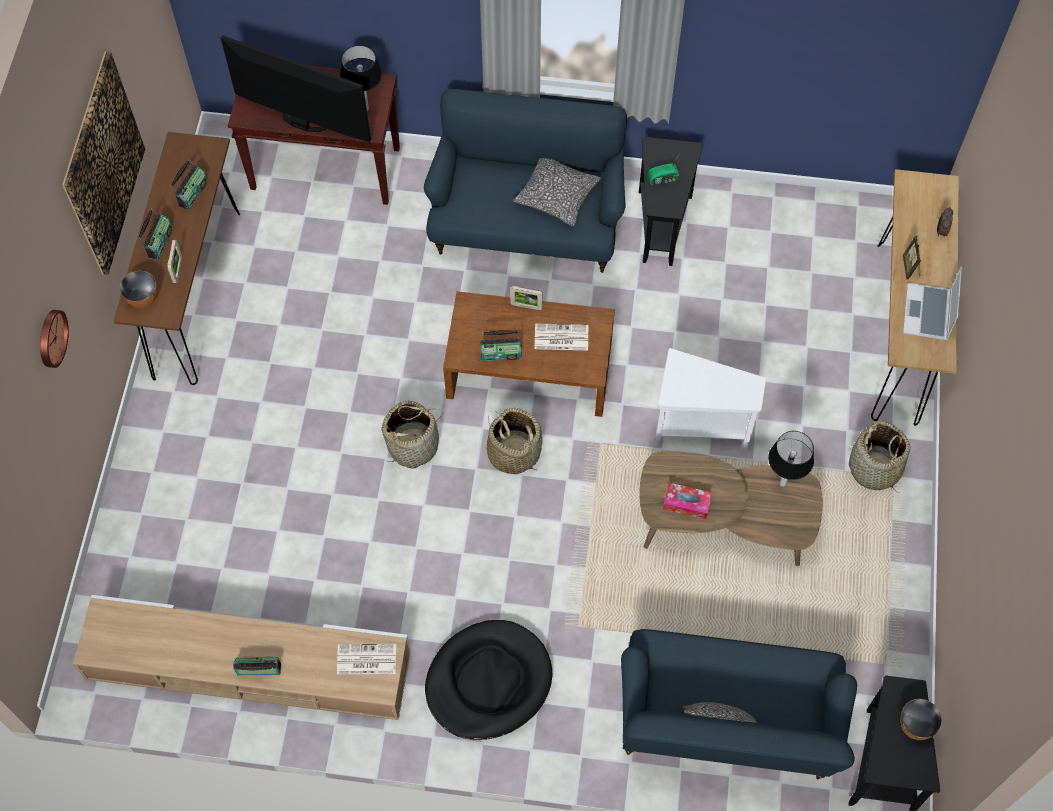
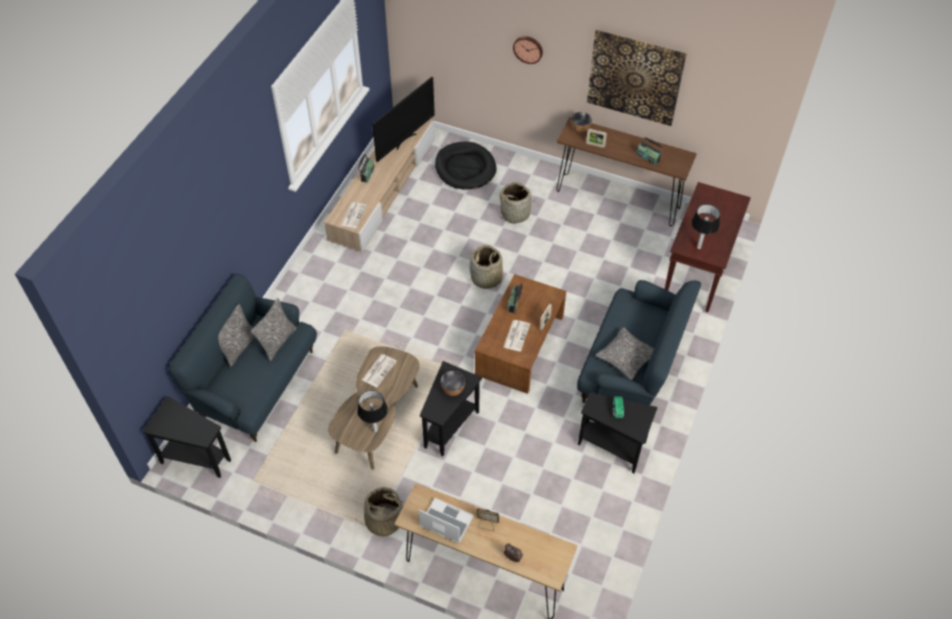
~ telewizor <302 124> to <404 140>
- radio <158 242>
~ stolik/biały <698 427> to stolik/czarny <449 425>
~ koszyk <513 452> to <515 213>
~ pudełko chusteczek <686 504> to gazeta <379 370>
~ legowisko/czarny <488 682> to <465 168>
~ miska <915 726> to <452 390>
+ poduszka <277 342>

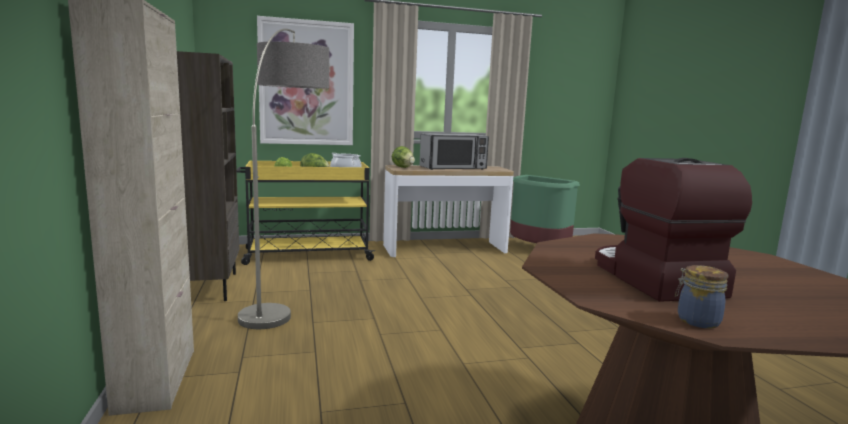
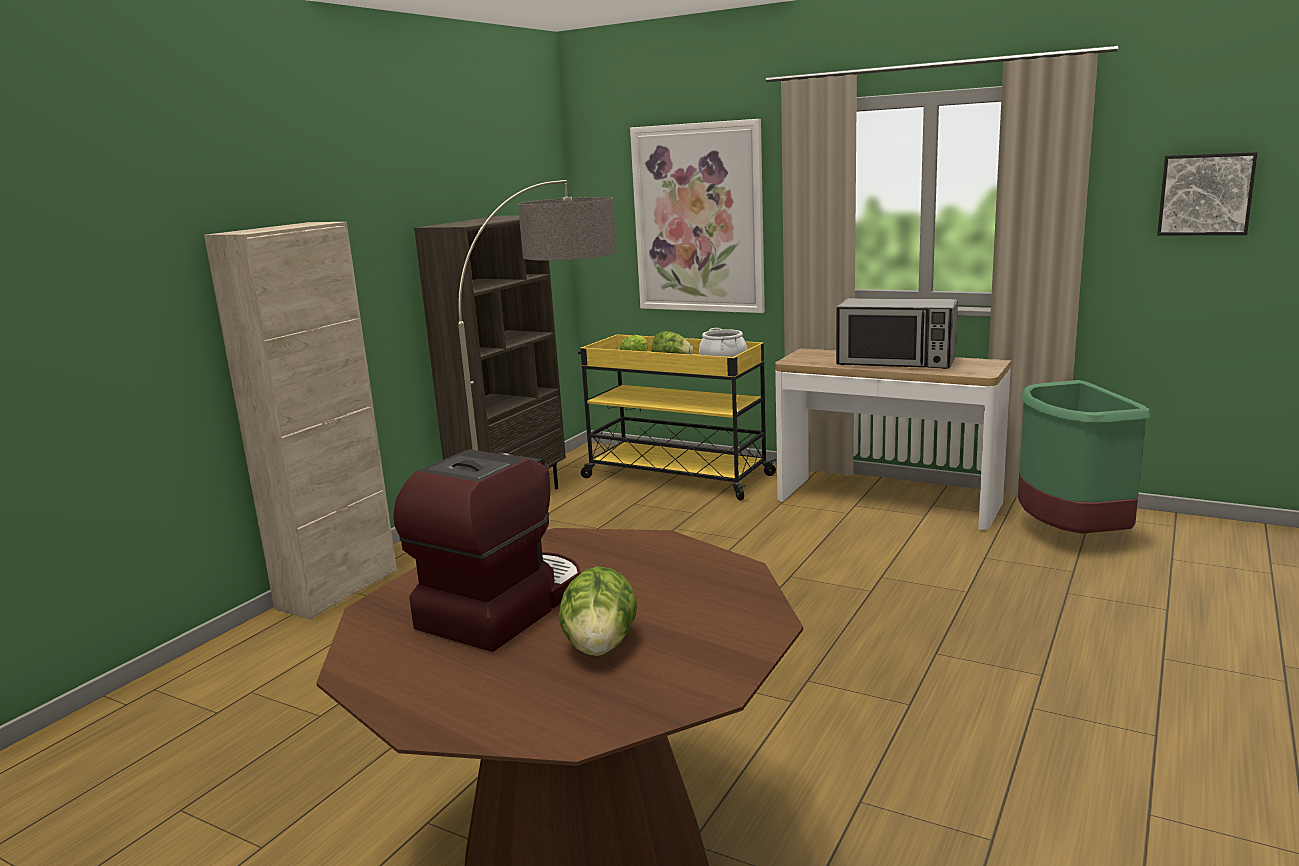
~ sałata <403 167> to <601 646>
- słoik <696 320>
+ obraz <1205 194>

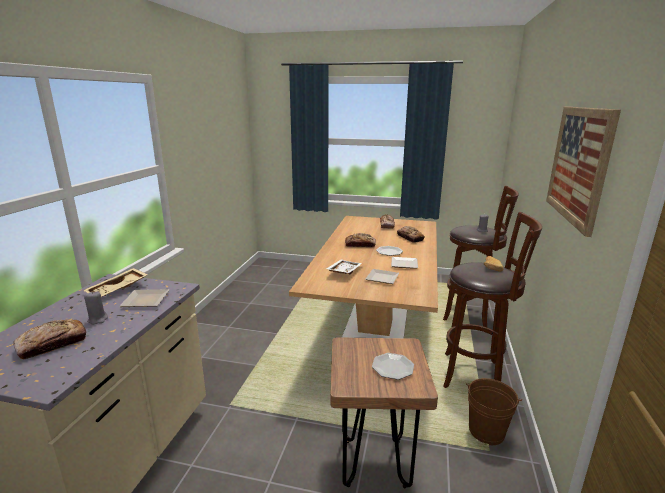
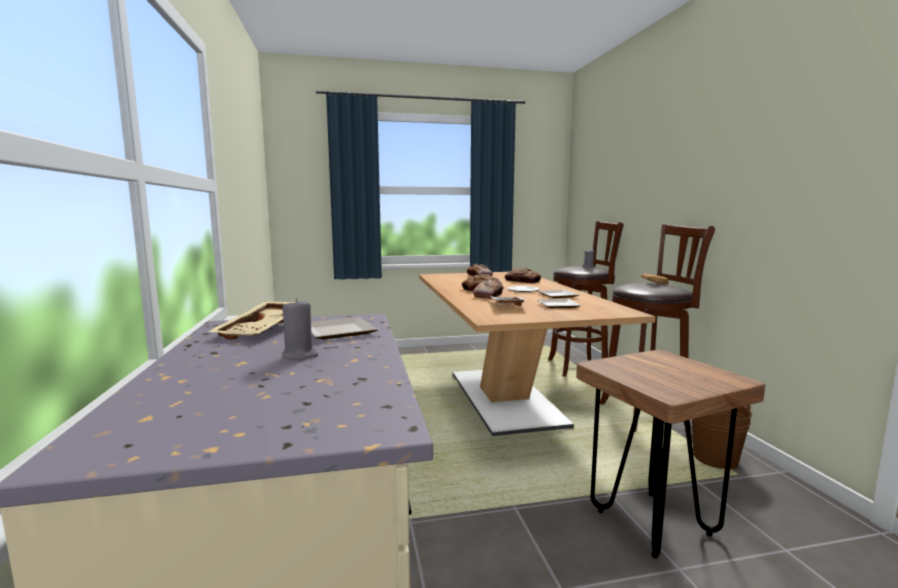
- obraz <578 164>
~ chleb <52 344> to <488 295>
- talerz <392 367>

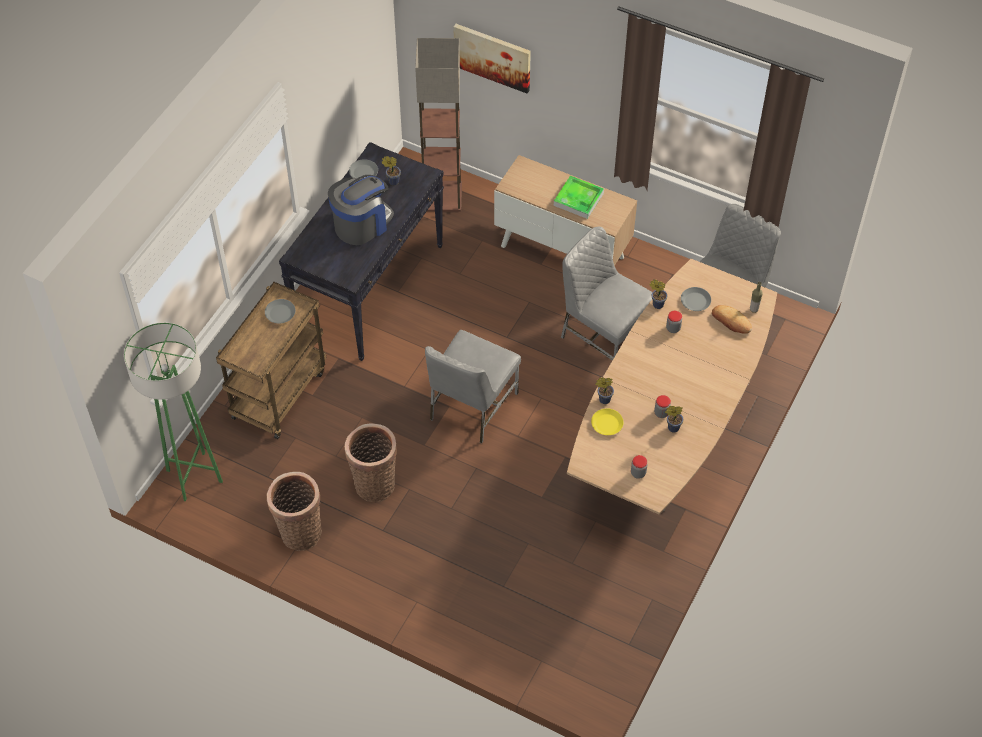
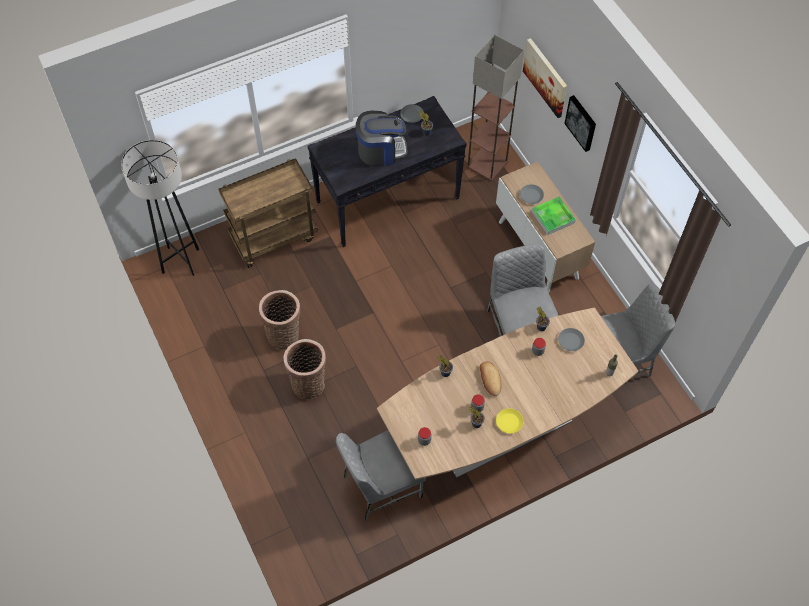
~ talerz/szary <280 313> to <531 195>
~ chleb <731 321> to <490 379>
~ lampa stojąca/zielony <194 476> to lampa stojąca/szary <180 261>
~ krzesło/szary <471 406> to <380 486>
~ talerz/żółty <607 424> to <509 422>
~ koszyk <299 531> to <308 383>
+ obraz <581 122>

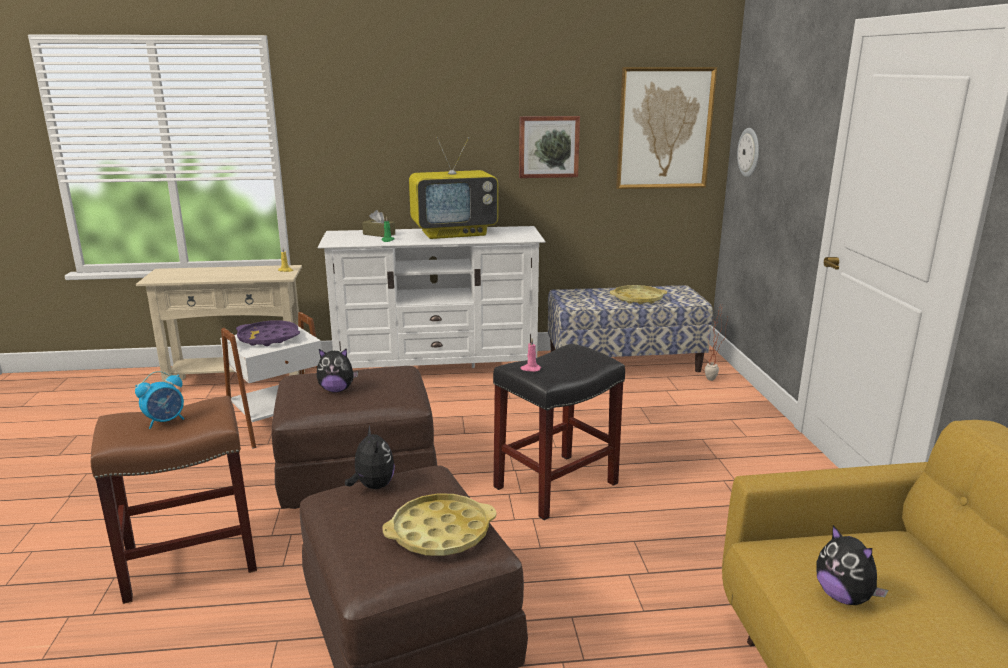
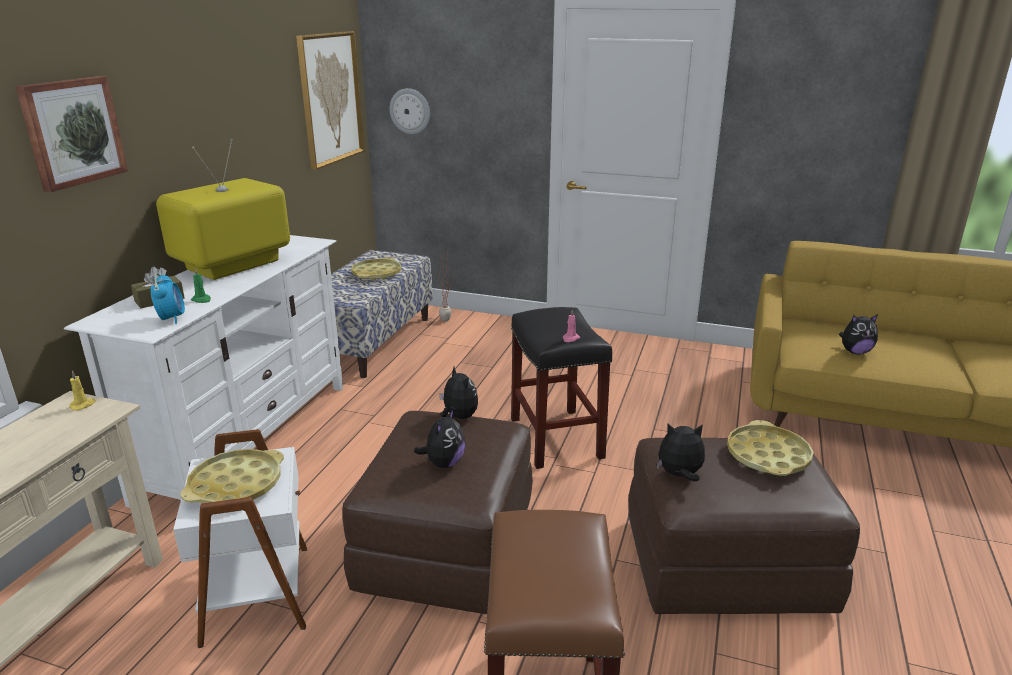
~ obraz <548 146> to <72 132>
~ telewizor <454 233> = <233 266> 150 degrees counterclockwise
~ taca/fioletowy <268 338> to taca/żółty <236 485>
~ budzik <166 421> to <172 318>
+ pluszak <458 417>

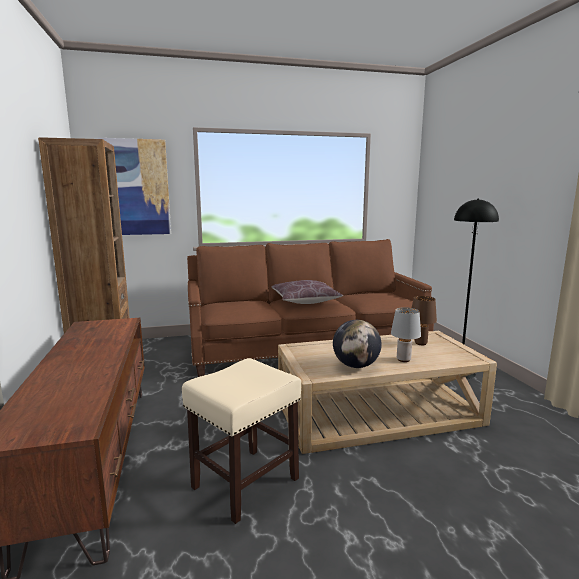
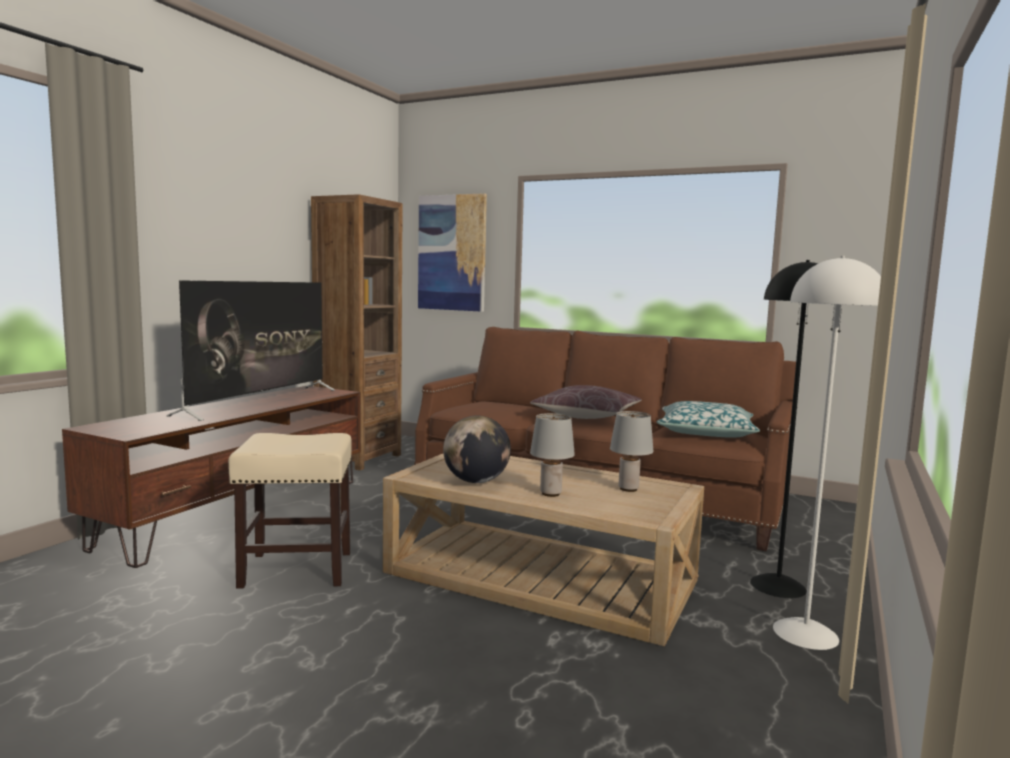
~ lampa stołowa/brązowy <420 343> to lampa stołowa/szary <628 488>
+ lampa stojąca/biały <806 633>
+ telewizor <260 401>
+ poduszka <706 432>

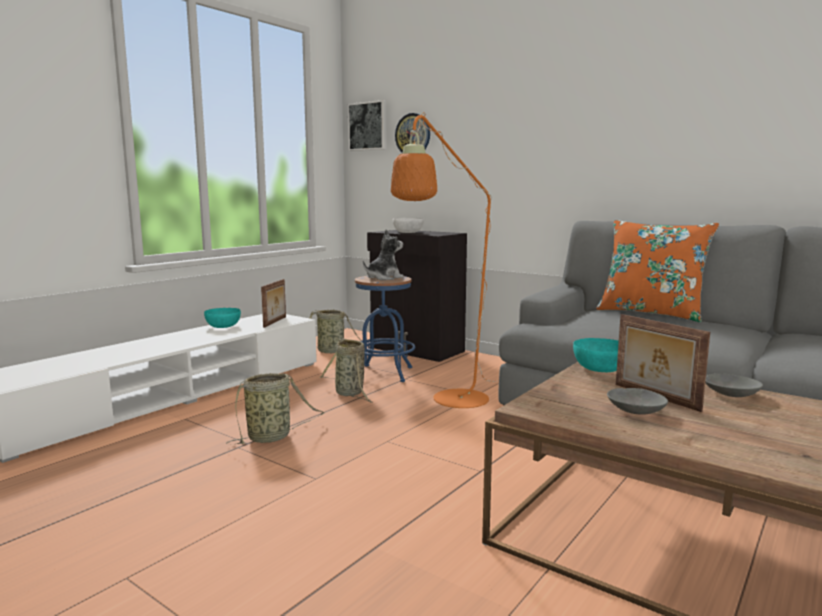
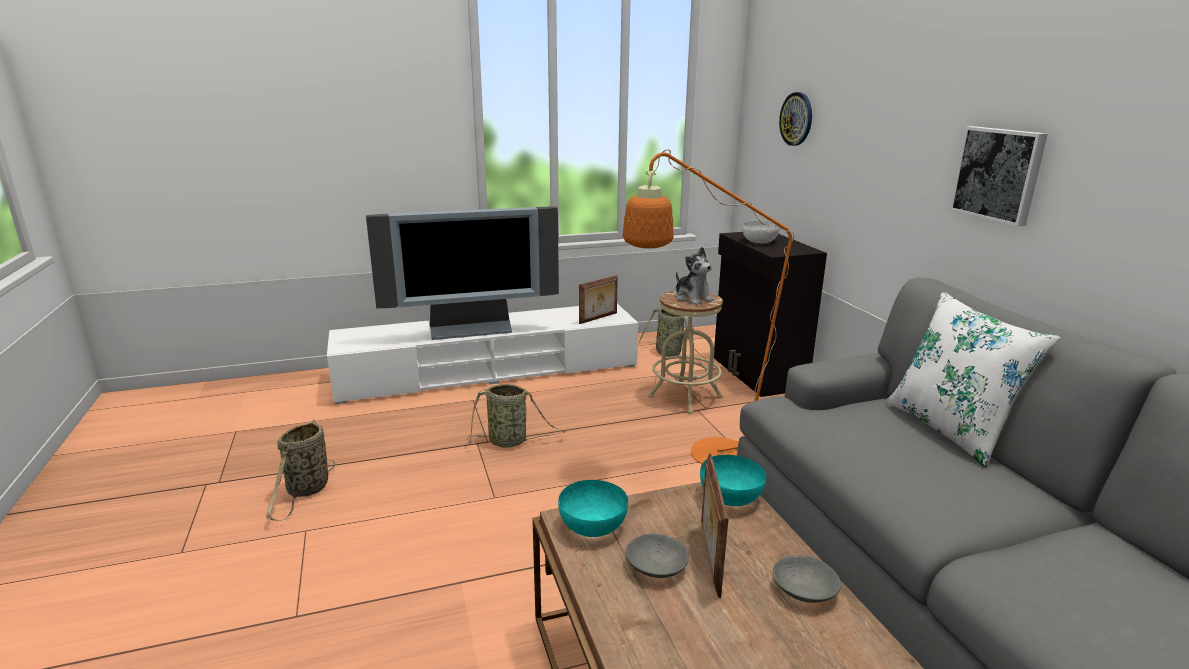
~ obraz <368 126> to <998 174>
~ poduszka/pomarańczowy <651 313> to poduszka/biały <950 429>
~ pluszak <384 278> = <692 298> 60 degrees clockwise
~ stołek/niebieski <383 373> to stołek/beżowy <685 396>
~ miska/turkusowy <223 326> to <593 525>
~ koszyk <350 394> to <307 490>
+ telewizor <470 329>

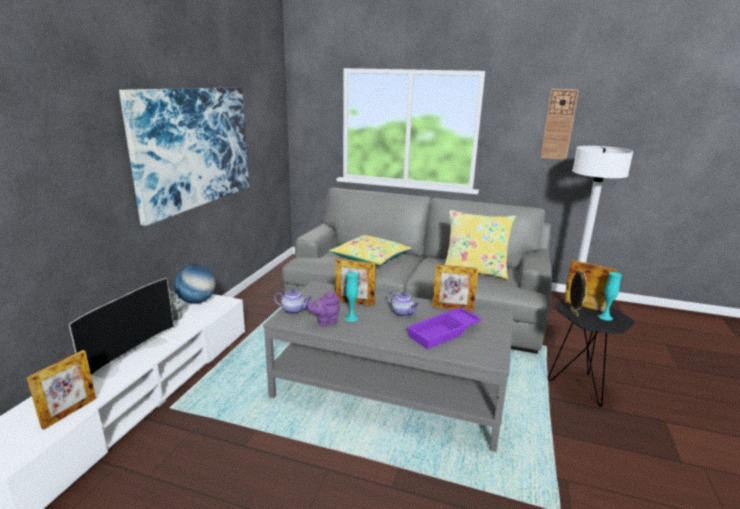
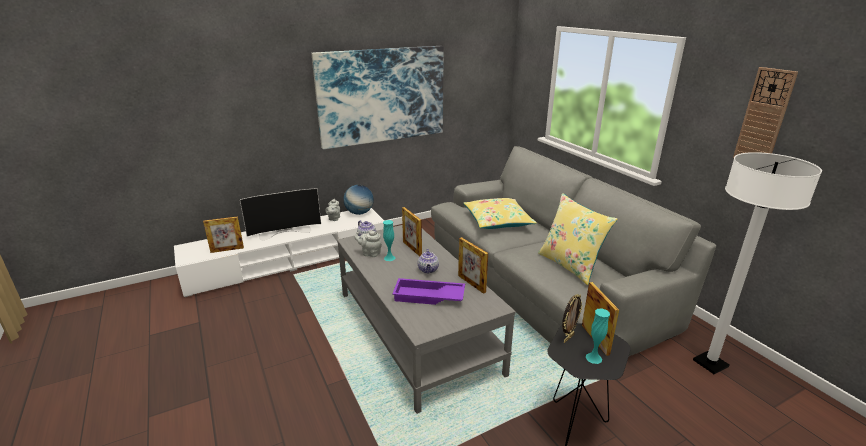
~ imbryk/fioletowy <325 322> to imbryk/szary <370 253>

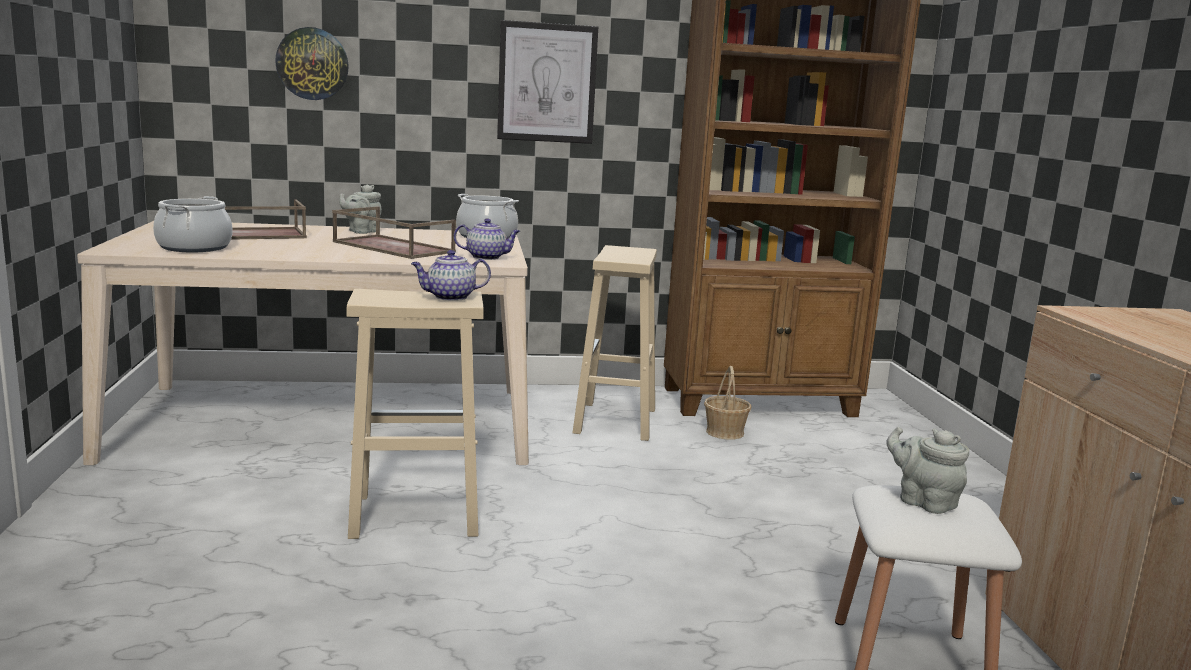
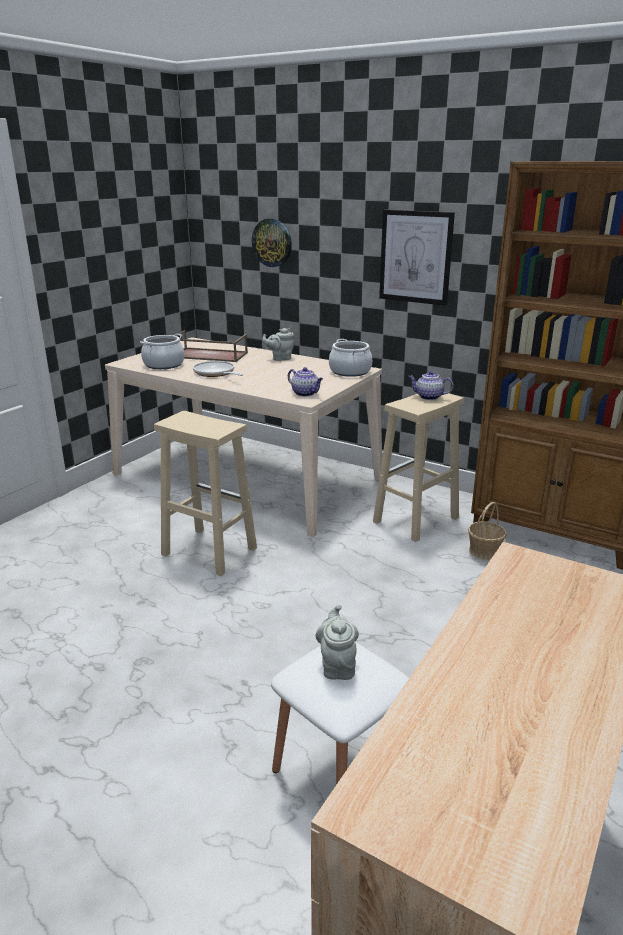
- taca/brązowy <391 247>
~ imbryk <450 297> to <428 397>
+ patelnia <216 373>

